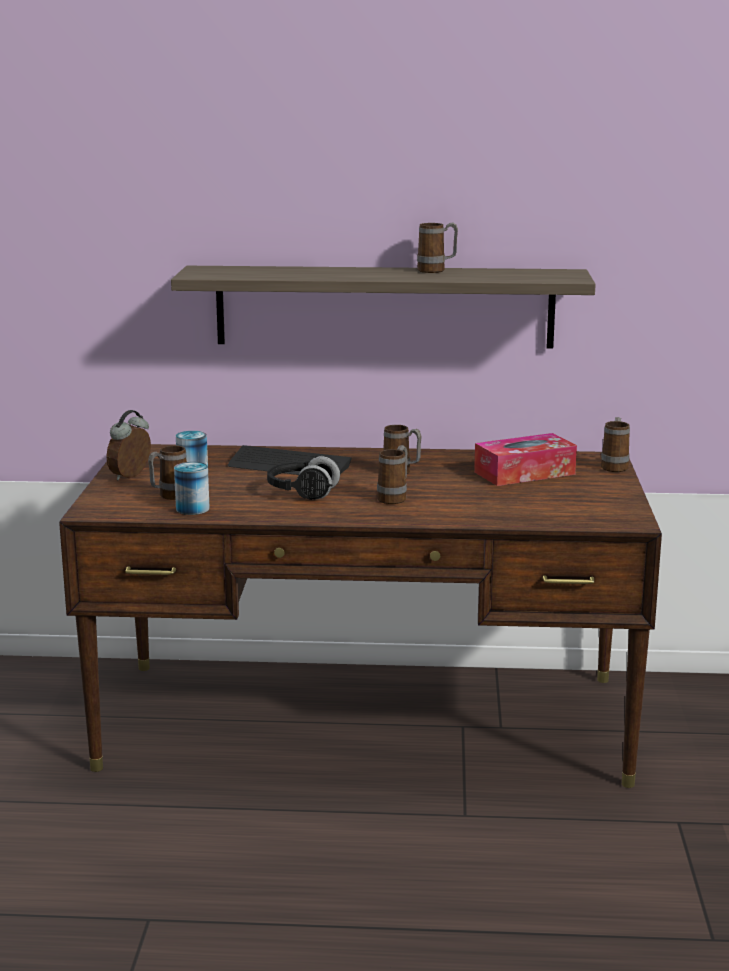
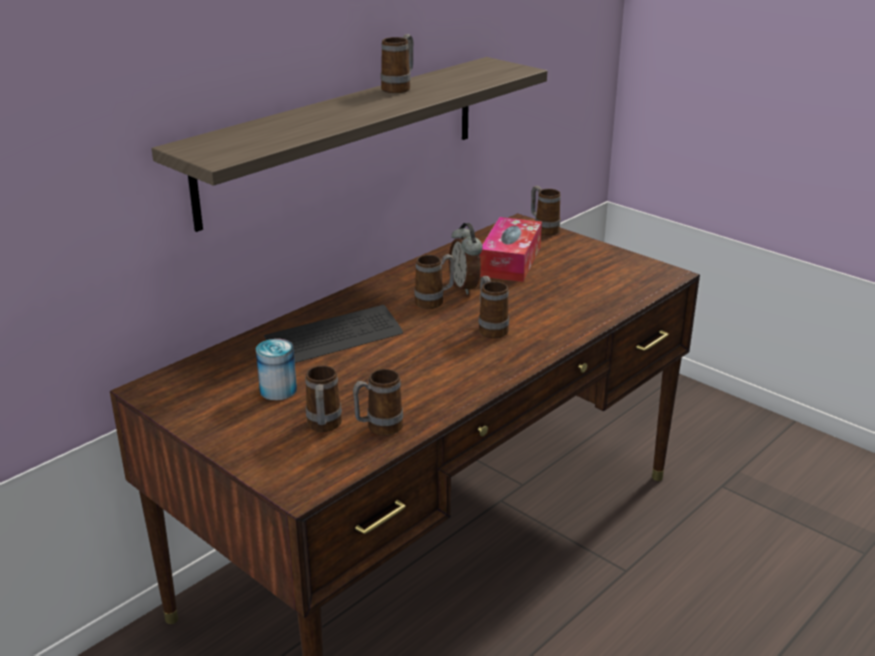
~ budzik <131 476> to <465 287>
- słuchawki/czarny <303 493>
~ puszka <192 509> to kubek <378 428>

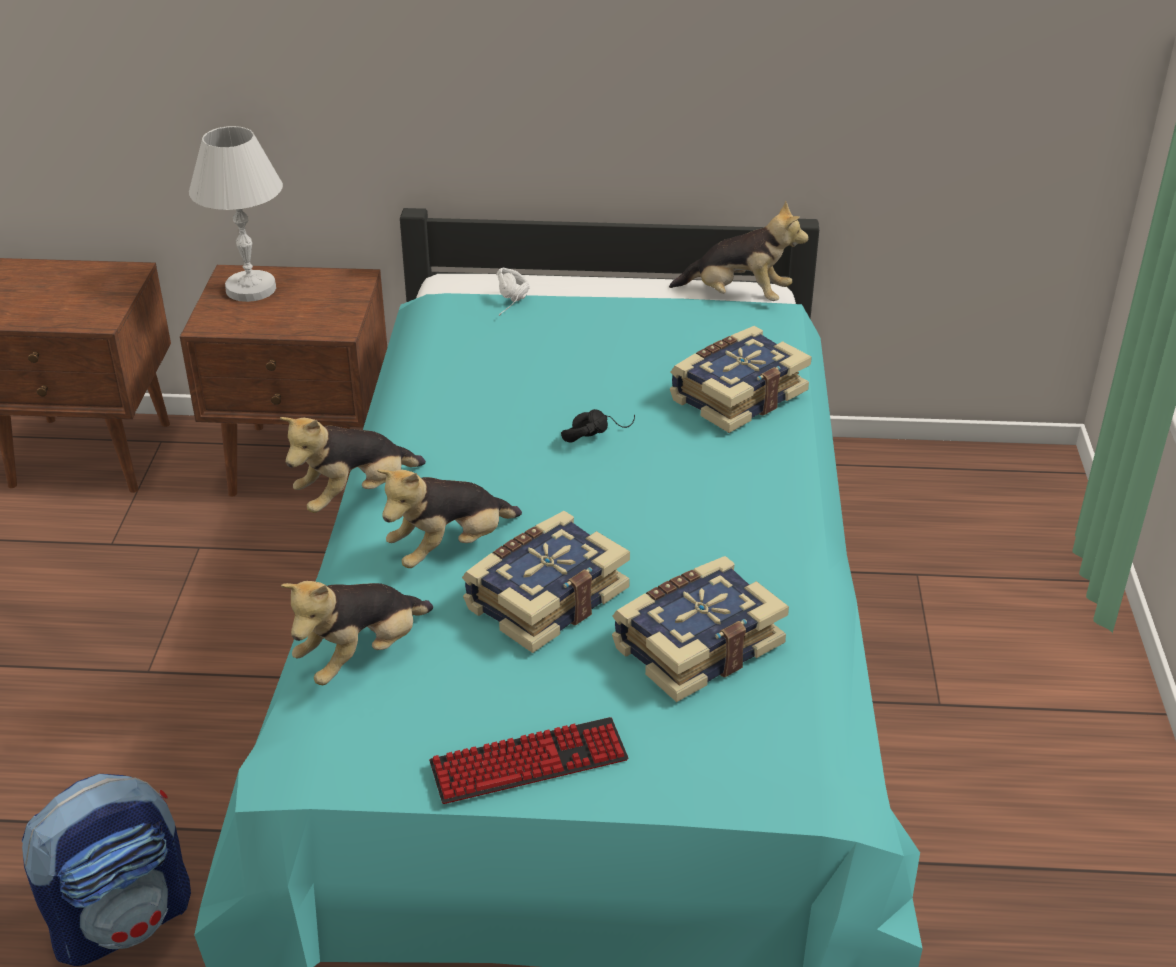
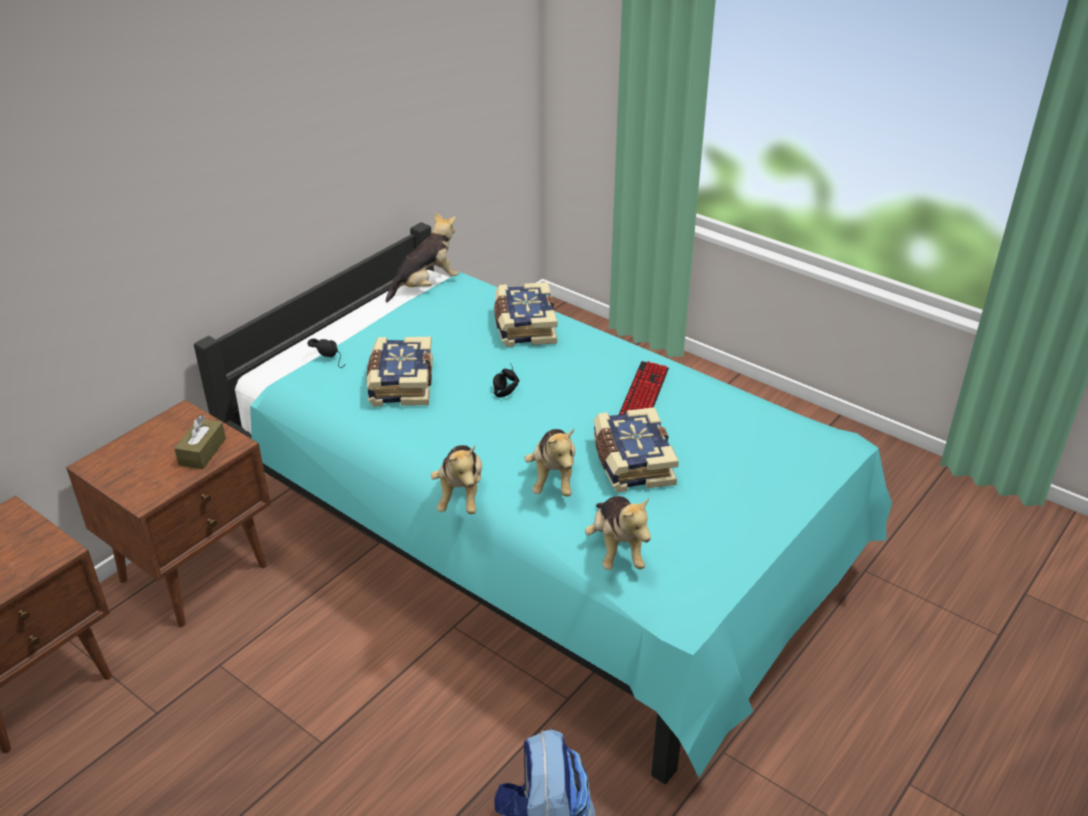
- lampa stołowa/biały <250 289>
~ słuchawki/biały <514 303> to słuchawki/czarny <332 358>
~ książka <695 644> to <400 384>
~ klawiatura <529 763> to <643 394>
+ pudełko chusteczek/brązowy <202 452>

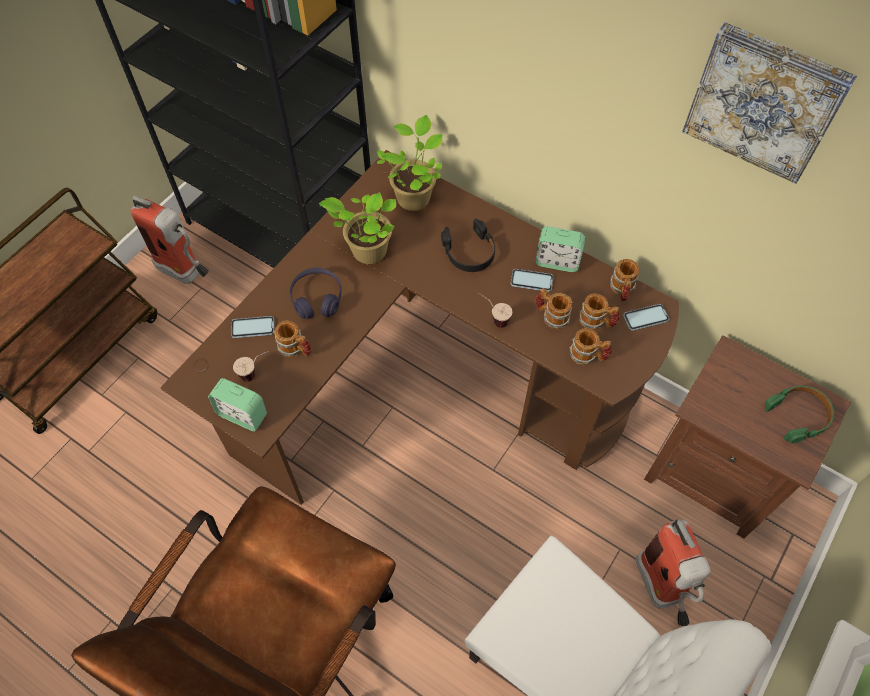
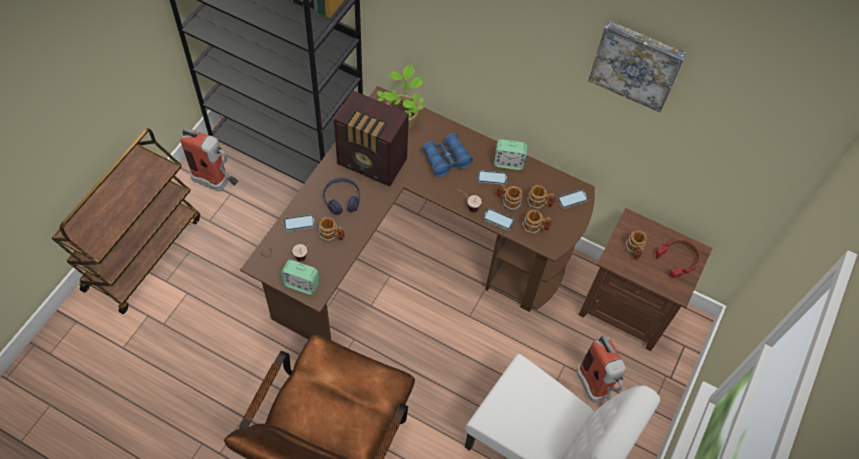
~ roślina doniczkowa <366 251> to radio <372 163>
~ słuchawki/czarny <469 252> to lornetka/niebieski <446 159>
~ kubek <622 290> to <634 251>
~ słuchawki/zielony <798 415> to słuchawki/czerwony <678 259>
+ telefon <498 219>

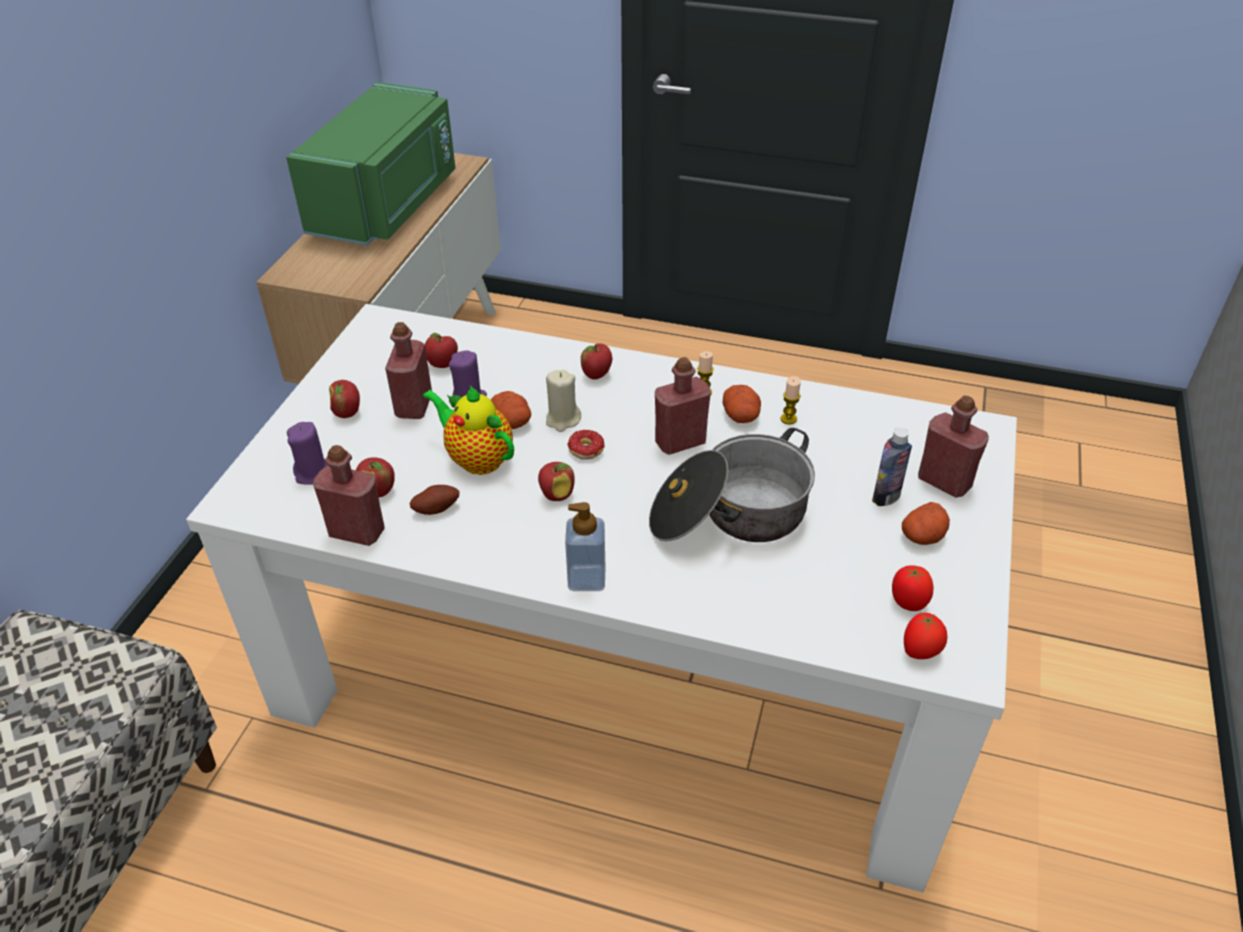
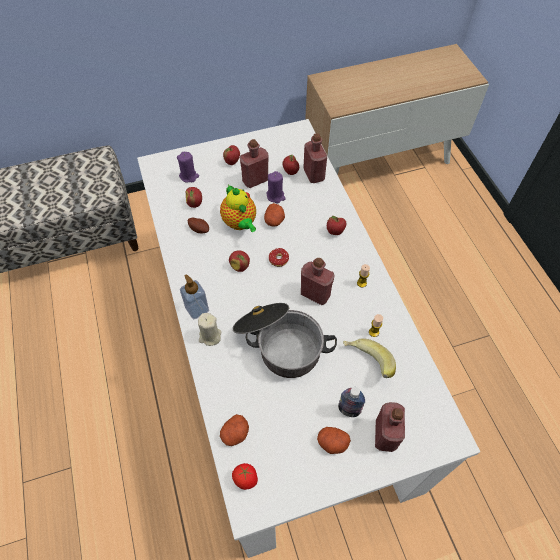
- mikrofalówka/zielony <388 204>
~ świeca/beżowy <562 420> to <210 336>
~ imbryk <477 459> = <240 223> 150 degrees clockwise
~ ziemniak <741 416> to <235 434>
~ butelka/czerwony <357 532> to <313 174>
- pomidor <907 602>
+ banan <366 363>

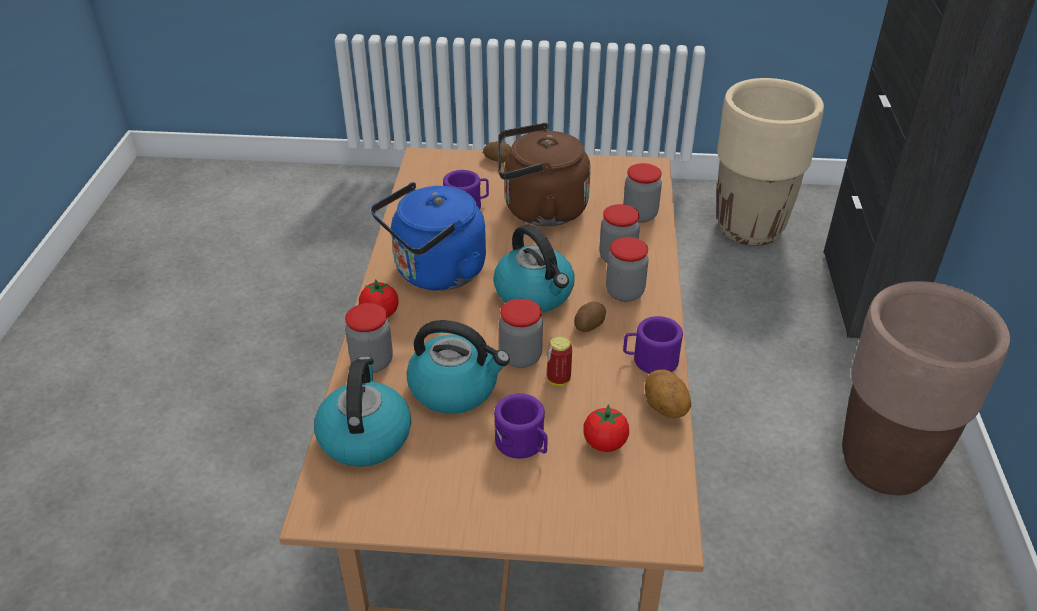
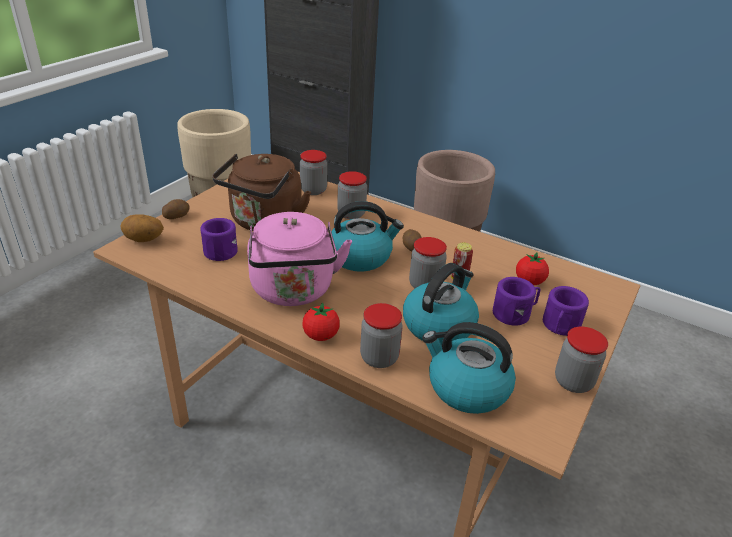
~ czajnik/niebieski <435 273> to czajnik/różowy <293 291>
~ słoik <624 292> to <573 382>
~ kubek/fioletowy <650 360> to <559 326>
~ ziemniak <664 409> to <144 240>

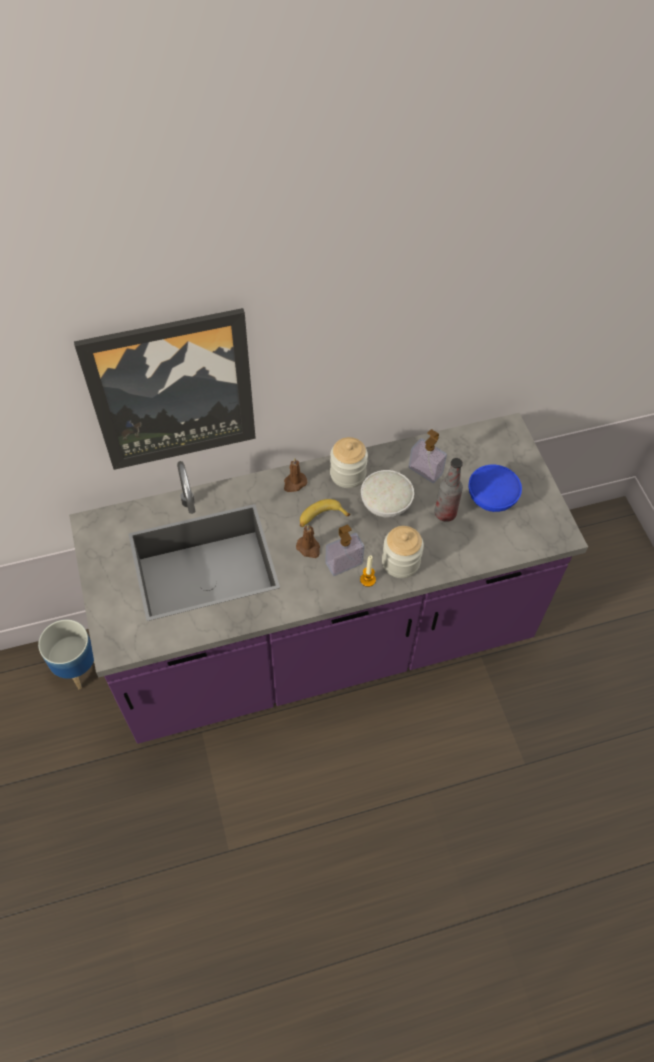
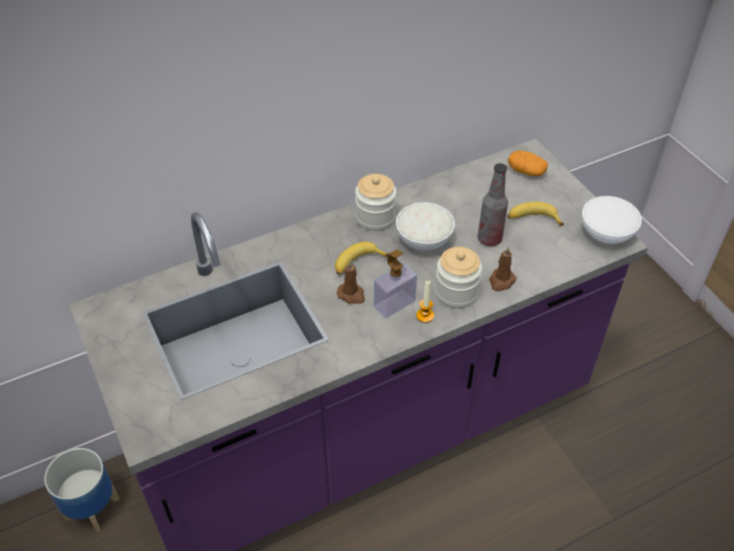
- obraz <172 390>
- dozownik mydła <425 470>
~ świeca/brązowy <294 483> to <501 281>
~ miska/niebieski <490 499> to banan <532 219>
+ ziemniak <526 171>
+ miska/biały <607 233>

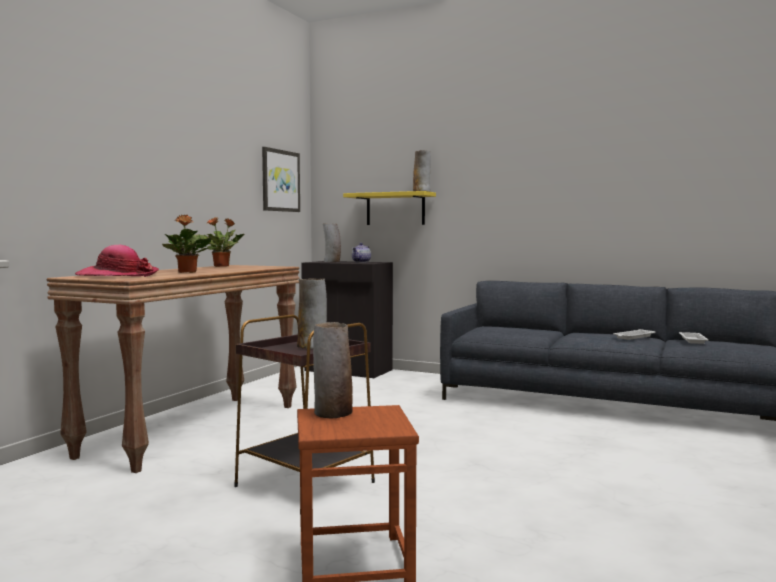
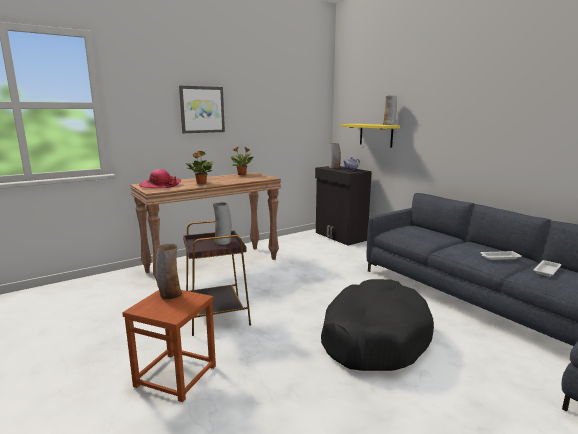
~ obraz <280 180> to <202 109>
+ legowisko/czarny <373 337>

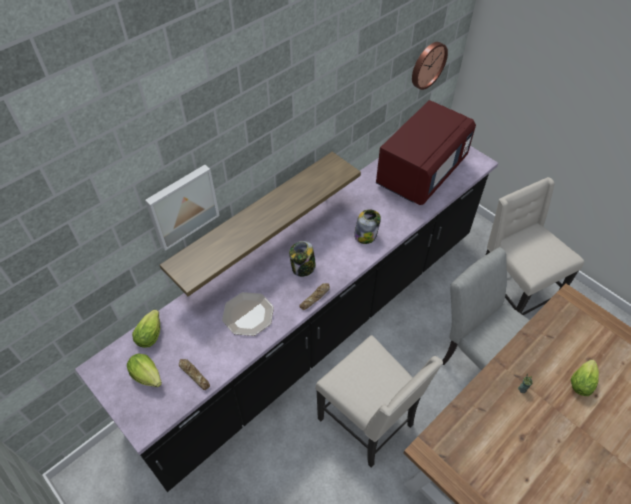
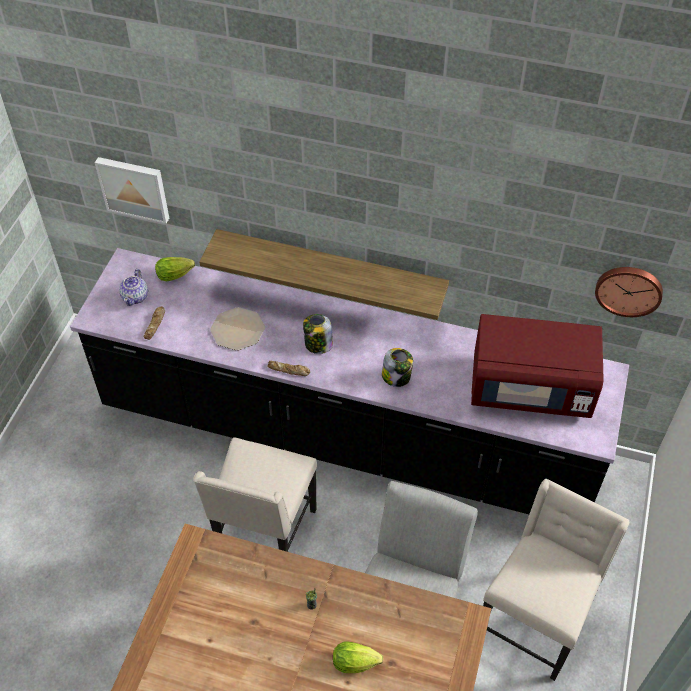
~ obraz <182 206> to <134 188>
~ sałata <148 377> to imbryk <135 296>

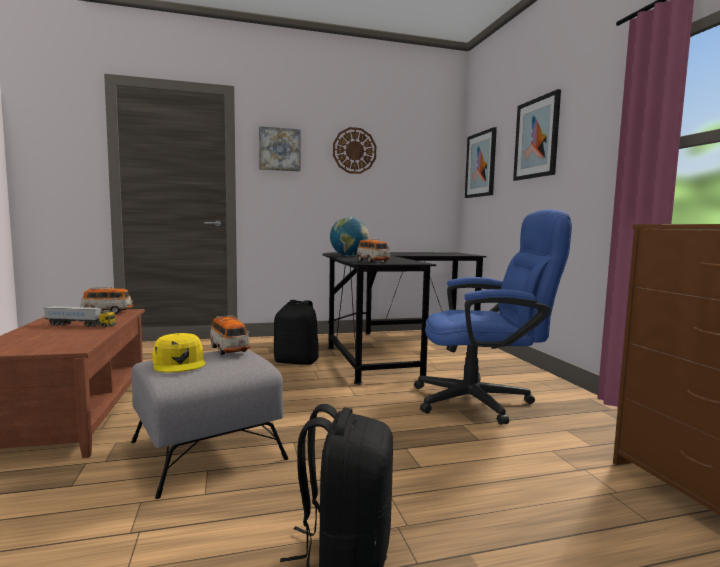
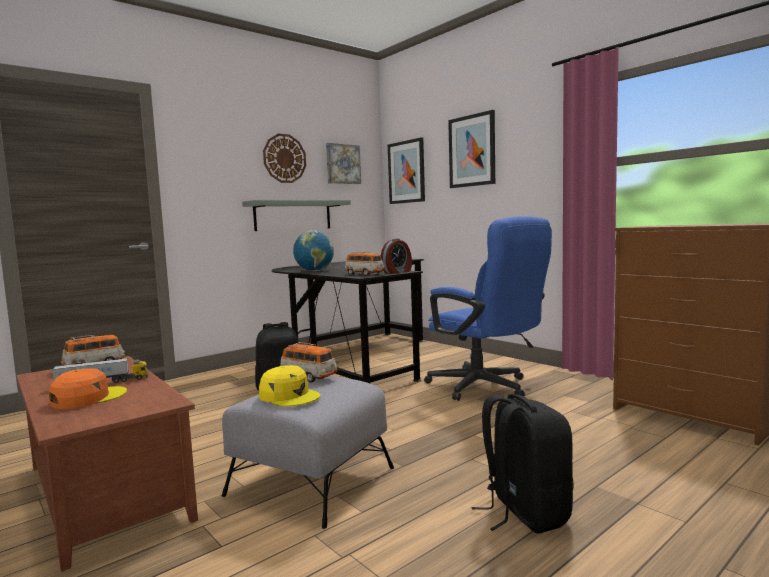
~ obraz <279 149> to <342 164>
~ krzesło biurowe/niebieski <483 401> = <486 388> 75 degrees clockwise
+ półka/szary <293 215>
+ budzik <397 272>
+ czapka z daszkiem/pomarańczowy <88 398>

